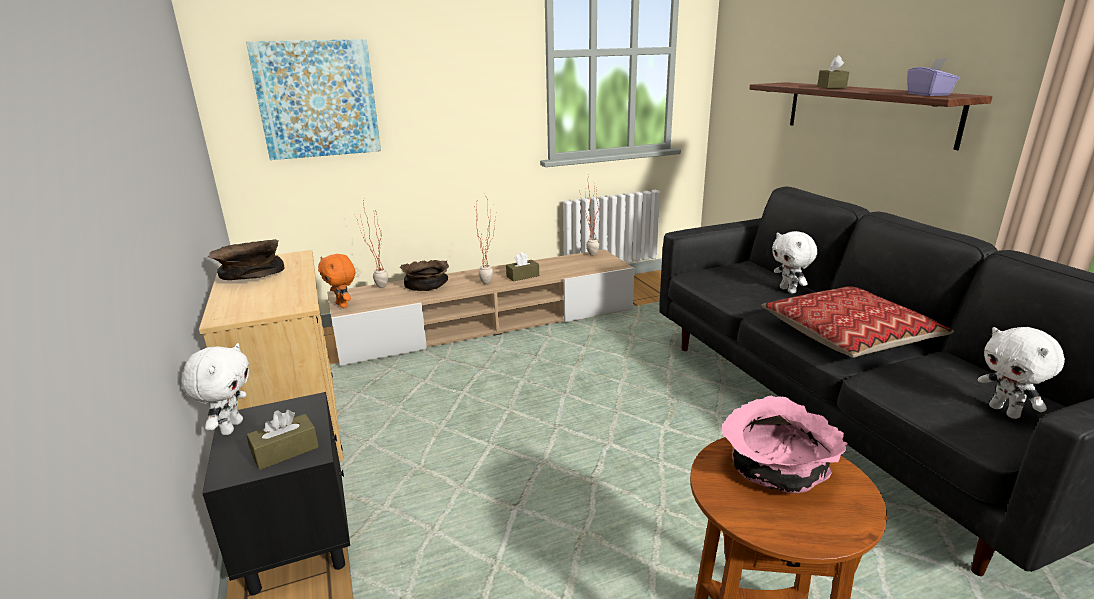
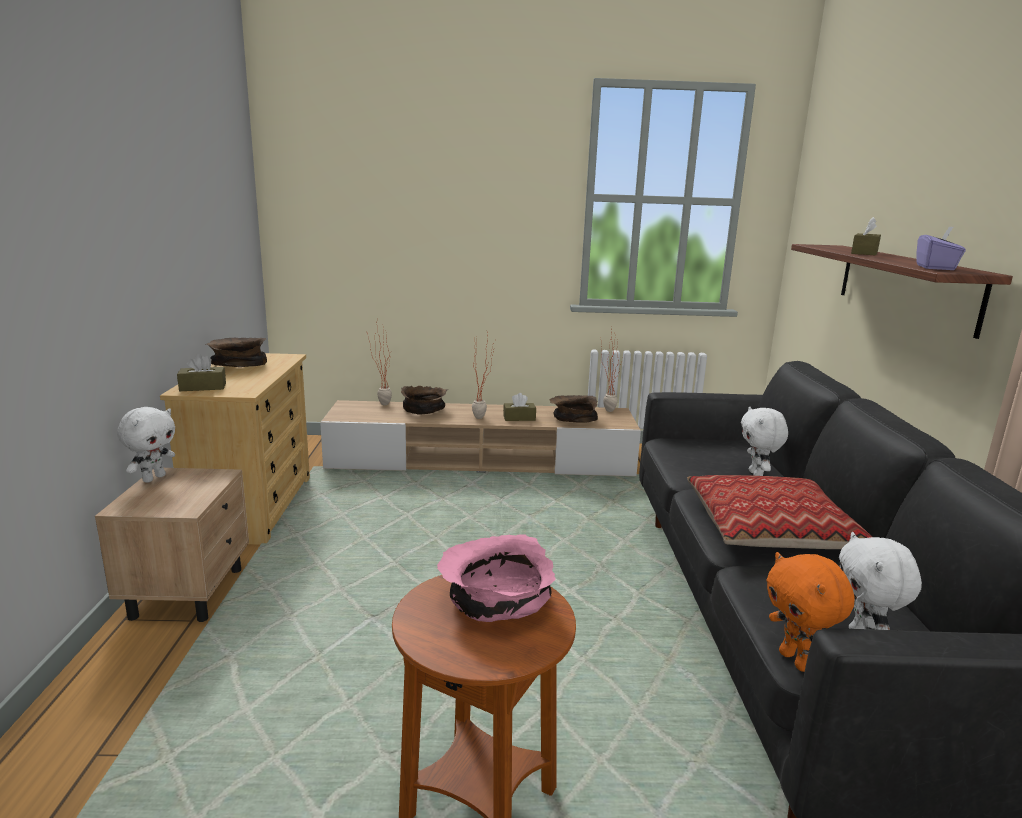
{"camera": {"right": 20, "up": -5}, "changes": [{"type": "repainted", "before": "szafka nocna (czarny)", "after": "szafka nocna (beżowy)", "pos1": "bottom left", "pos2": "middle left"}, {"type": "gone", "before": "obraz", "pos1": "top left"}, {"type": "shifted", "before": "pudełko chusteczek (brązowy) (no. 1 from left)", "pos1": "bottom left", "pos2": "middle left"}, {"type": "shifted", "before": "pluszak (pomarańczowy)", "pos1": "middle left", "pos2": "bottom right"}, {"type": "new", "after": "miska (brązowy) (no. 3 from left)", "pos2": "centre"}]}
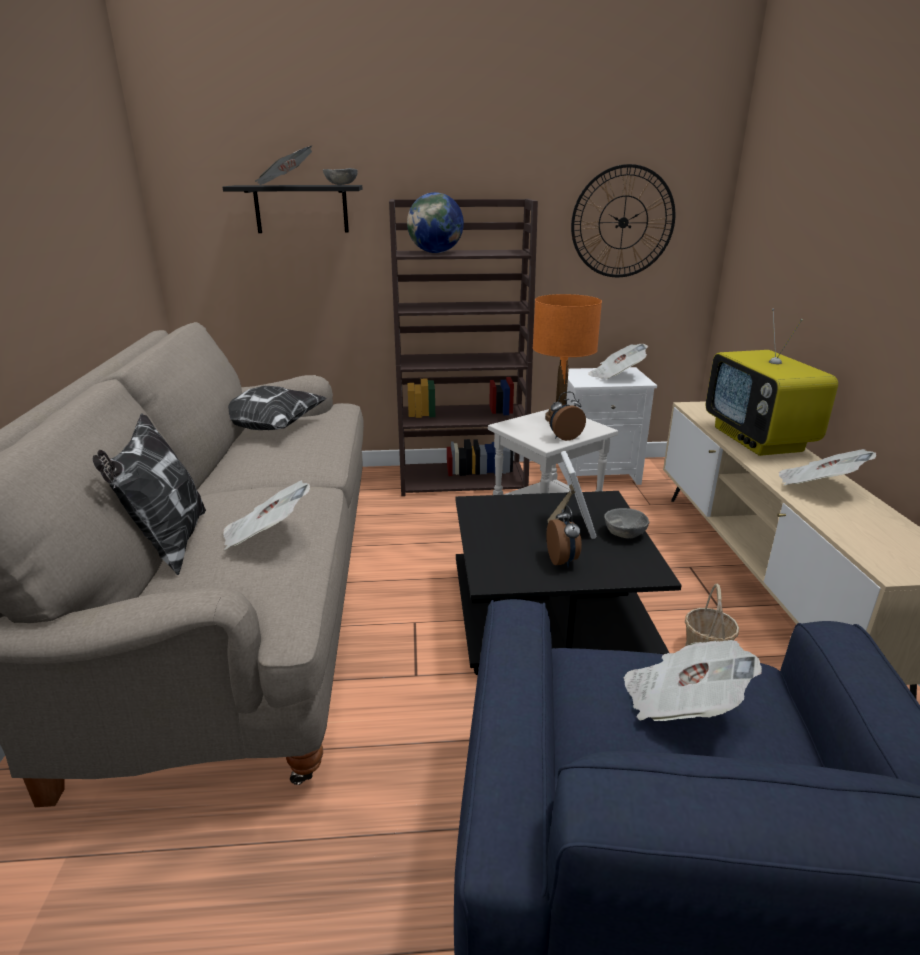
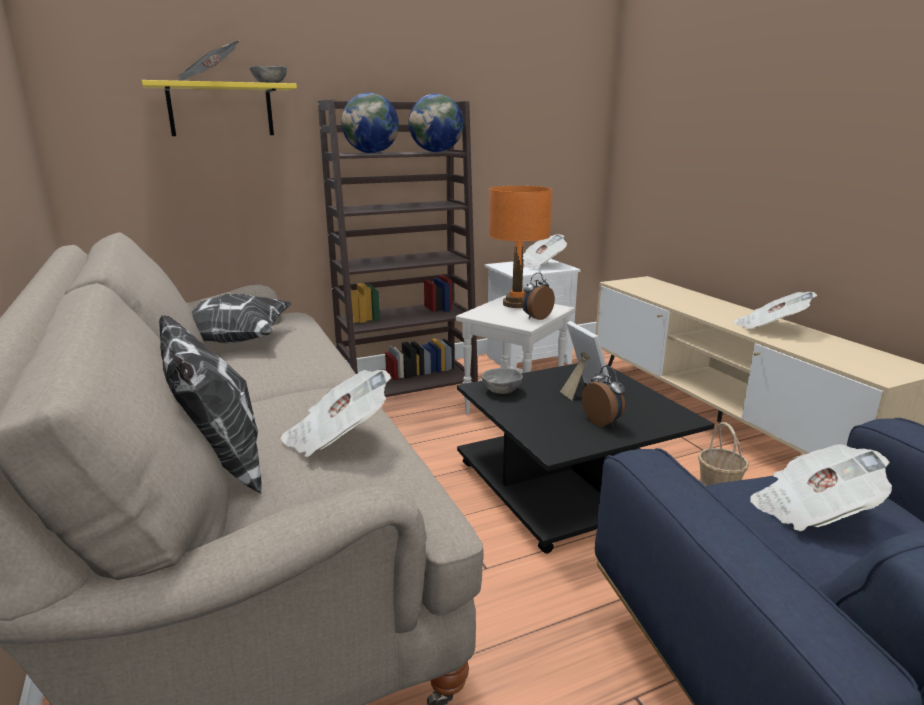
{"camera": {"right": -20, "up": -5}, "changes": [{"type": "repainted", "before": "półka (czarny)", "after": "półka (żółty)", "pos1": "top left", "pos2": "top left"}, {"type": "gone", "before": "zegar ścienny", "pos1": "top right"}, {"type": "shifted", "before": "miska (szary) (no. 2 from left)", "pos1": "middle right", "pos2": "centre"}, {"type": "gone", "before": "telewizor", "pos1": "middle right"}, {"type": "new", "after": "globus (no. 2 from left)", "pos2": "top centre"}]}
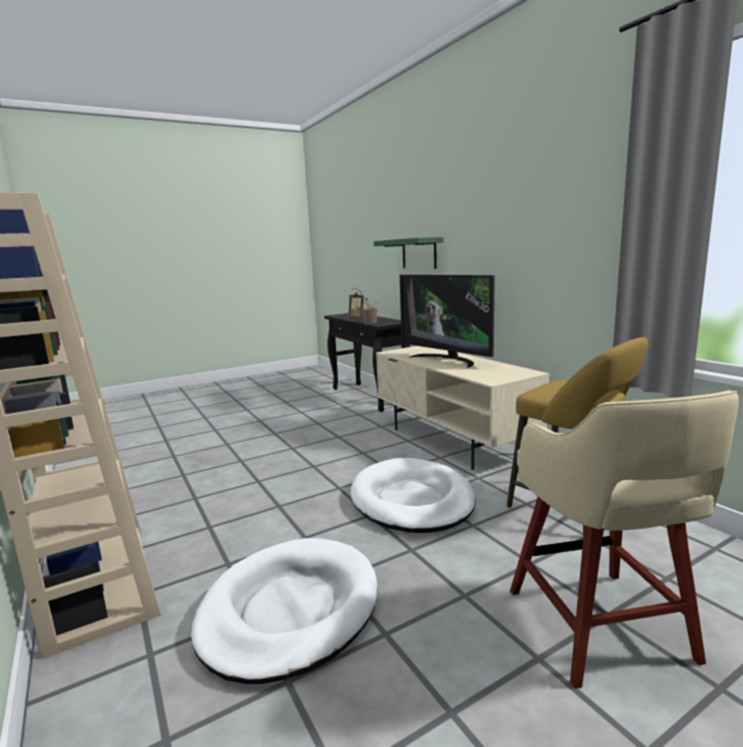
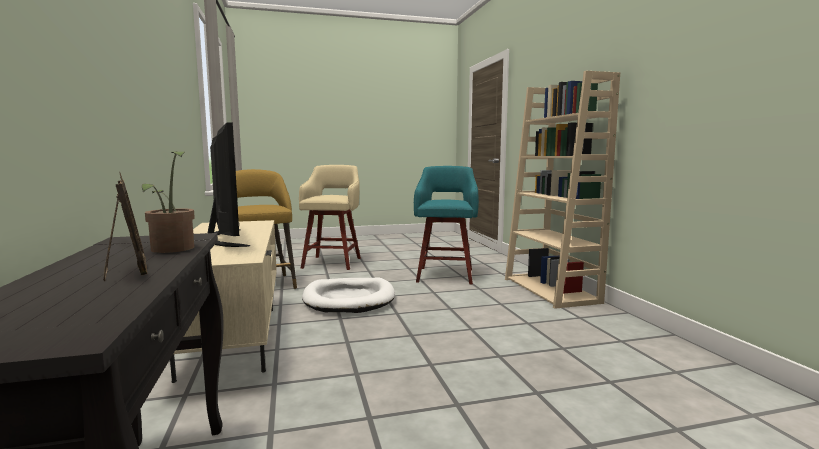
{"camera": {"right": -165, "up": -5}, "changes": [{"type": "swapped", "before": "legowisko (biały) (no. 1 from left)", "after": "stołek (turkusowy)", "pos1": "bottom centre", "pos2": "centre"}, {"type": "gone", "before": "półka (zielony)", "pos1": "centre"}]}
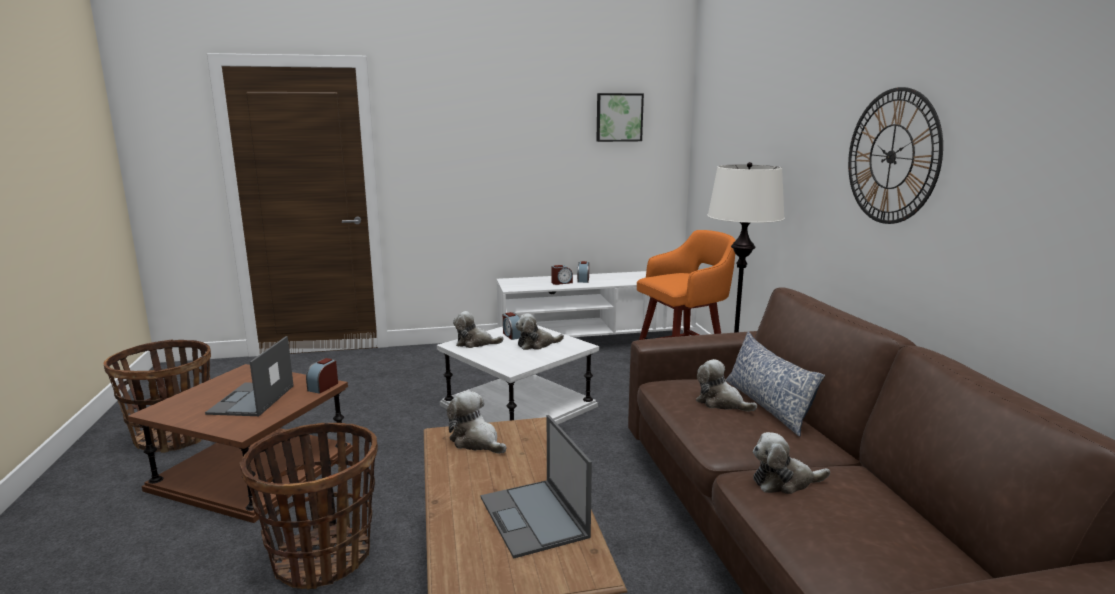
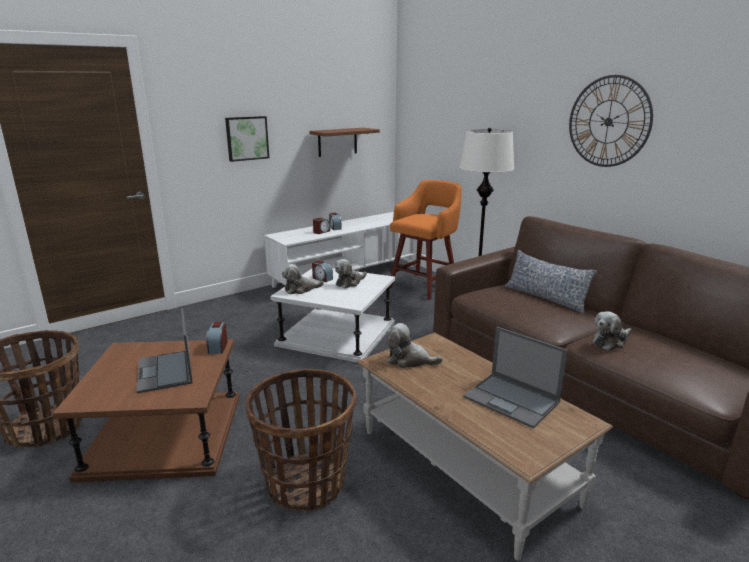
{"camera": {"right": -25, "up": 5}, "changes": [{"type": "shifted", "before": "obraz", "pos1": "top centre", "pos2": "top left"}, {"type": "gone", "before": "pluszak (no. 4 from left)", "pos1": "centre"}, {"type": "new", "after": "półka (brązowy)", "pos2": "top centre"}]}
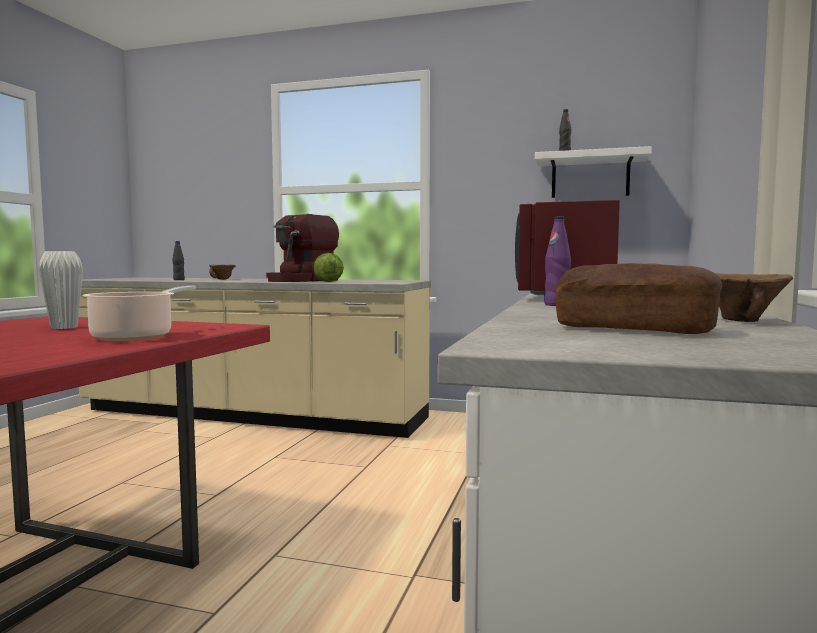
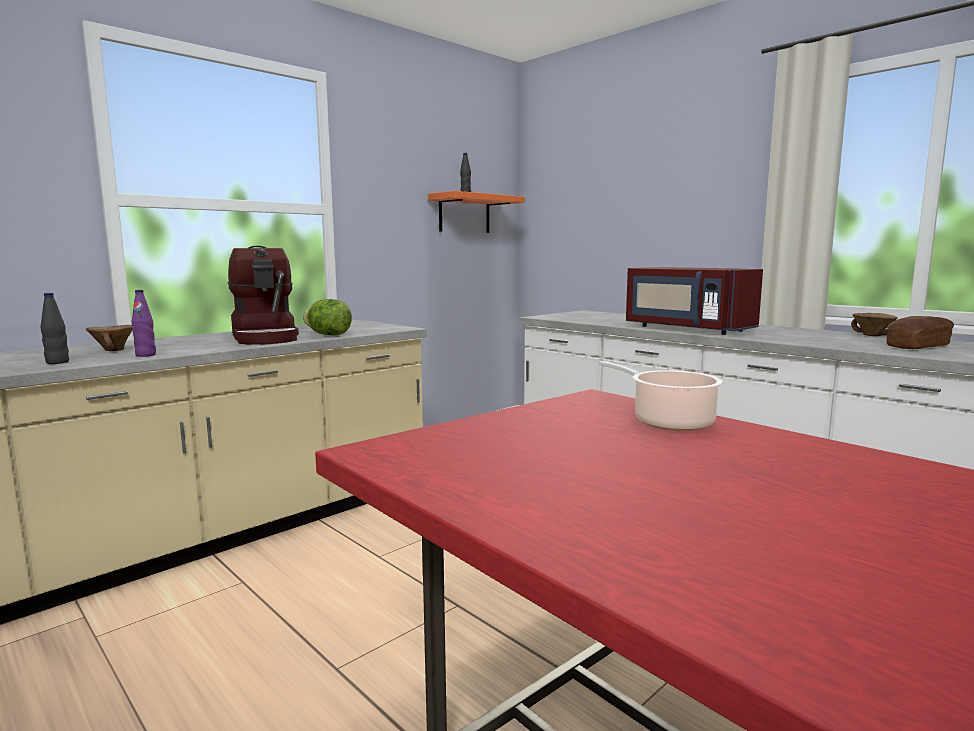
{"camera": {"right": -60, "up": 5}, "changes": [{"type": "gone", "before": "wazon (biały)", "pos1": "middle left"}, {"type": "repainted", "before": "półka (biały)", "after": "półka (pomarańczowy)", "pos1": "top right", "pos2": "top centre"}, {"type": "shifted", "before": "butelka (fioletowy)", "pos1": "middle right", "pos2": "middle left"}]}
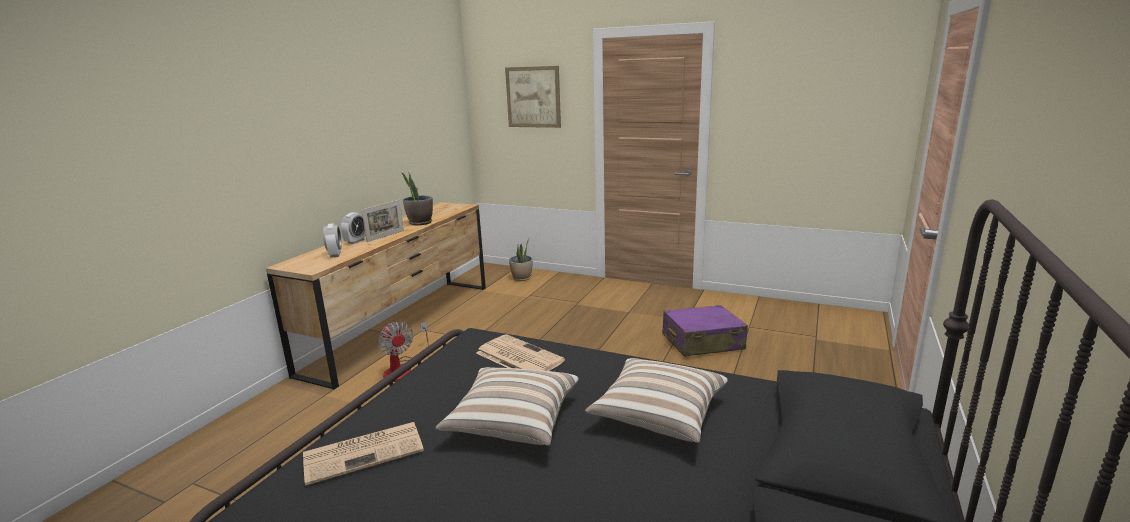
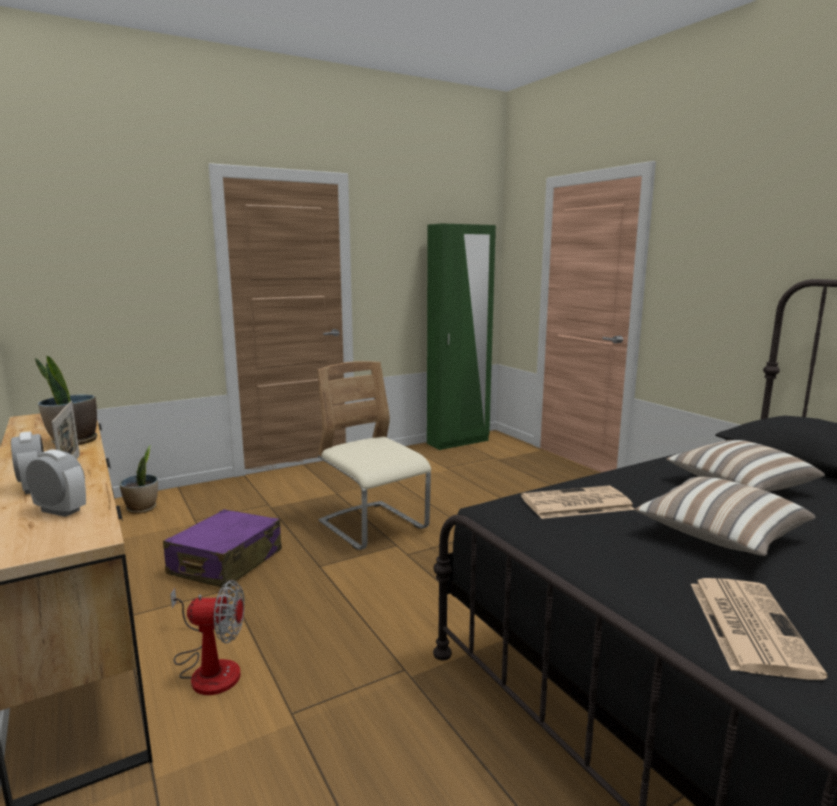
{"camera": {"right": -55, "up": -5}, "changes": [{"type": "gone", "before": "obraz", "pos1": "top centre"}, {"type": "shifted", "before": "walizka (fioletowy)", "pos1": "centre", "pos2": "bottom left"}, {"type": "new", "after": "krzesło (beżowy)", "pos2": "centre"}, {"type": "new", "after": "szafa (zielony)", "pos2": "centre"}]}
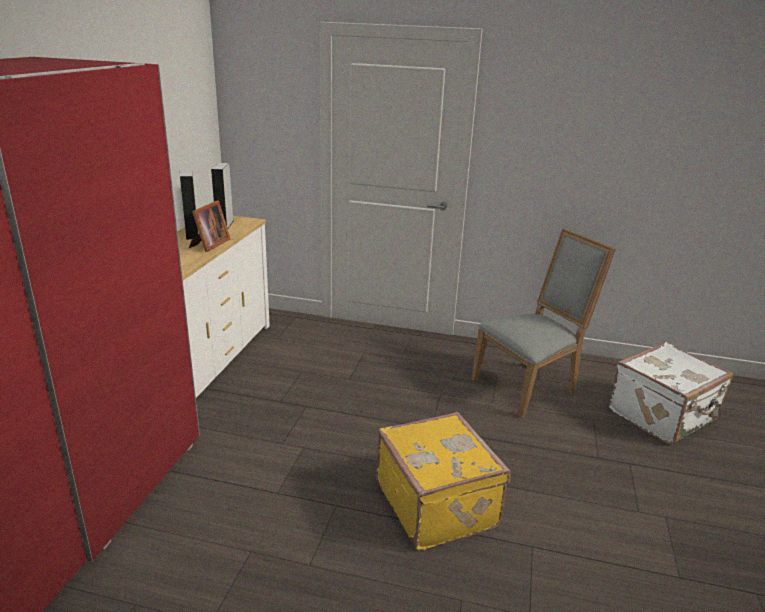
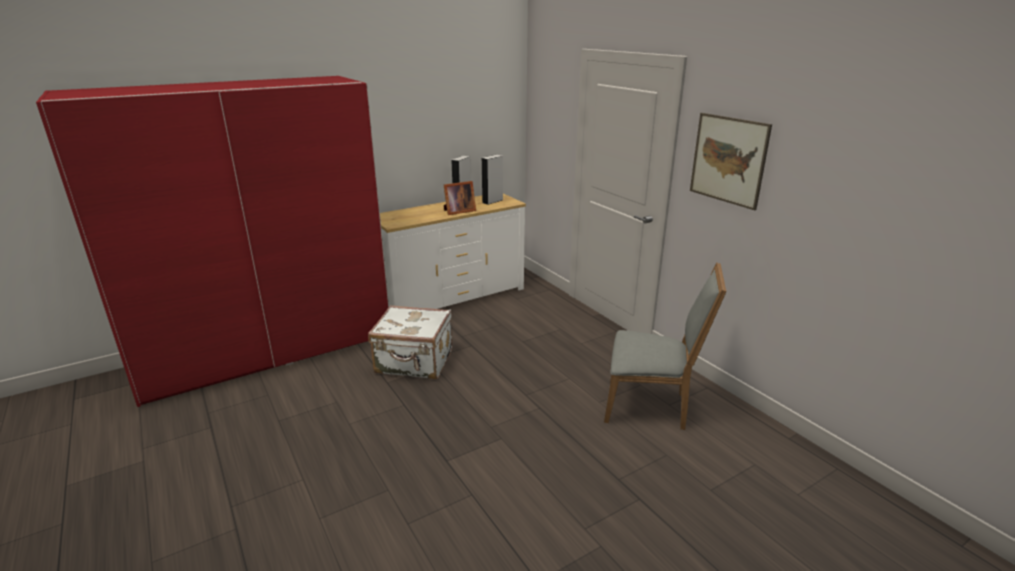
{"camera": {"right": 45, "up": 0}, "changes": [{"type": "gone", "before": "walizka (żółty)", "pos1": "bottom centre"}, {"type": "shifted", "before": "walizka (biały)", "pos1": "middle right", "pos2": "centre"}, {"type": "new", "after": "obraz", "pos2": "top right"}]}
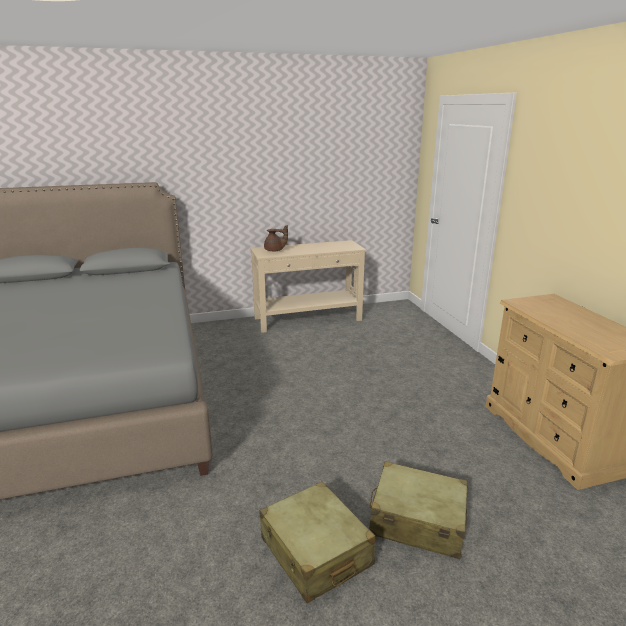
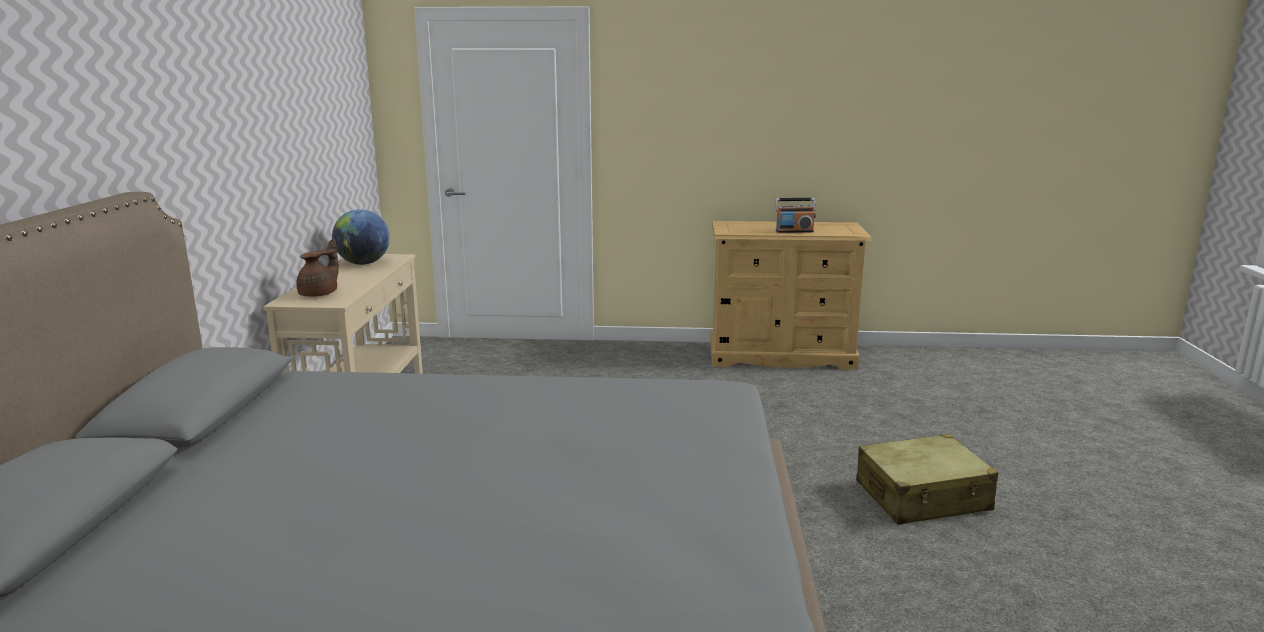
{"camera": {"right": -70, "up": -5}, "changes": [{"type": "gone", "before": "walizka (beżowy) (no. 2 from left)", "pos1": "bottom right"}, {"type": "new", "after": "globus", "pos2": "middle left"}, {"type": "new", "after": "radio", "pos2": "centre"}]}
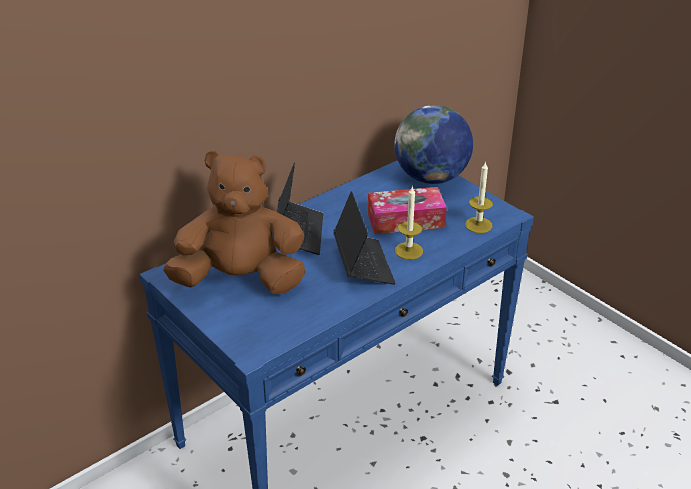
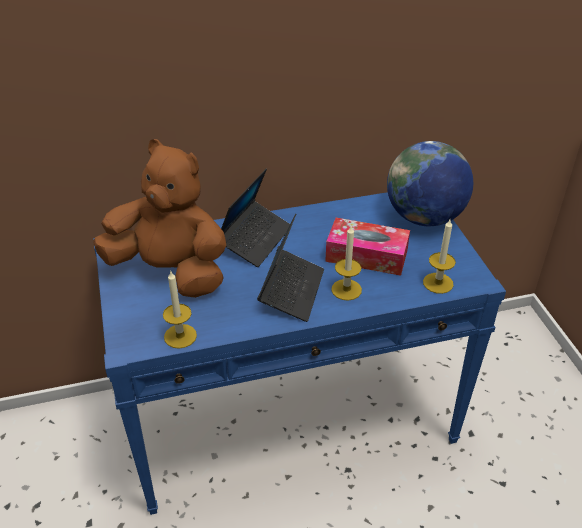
{"camera": {"right": 25, "up": 5}, "changes": [{"type": "new", "after": "świeca (no. 1 from left)", "pos2": "middle left"}]}
